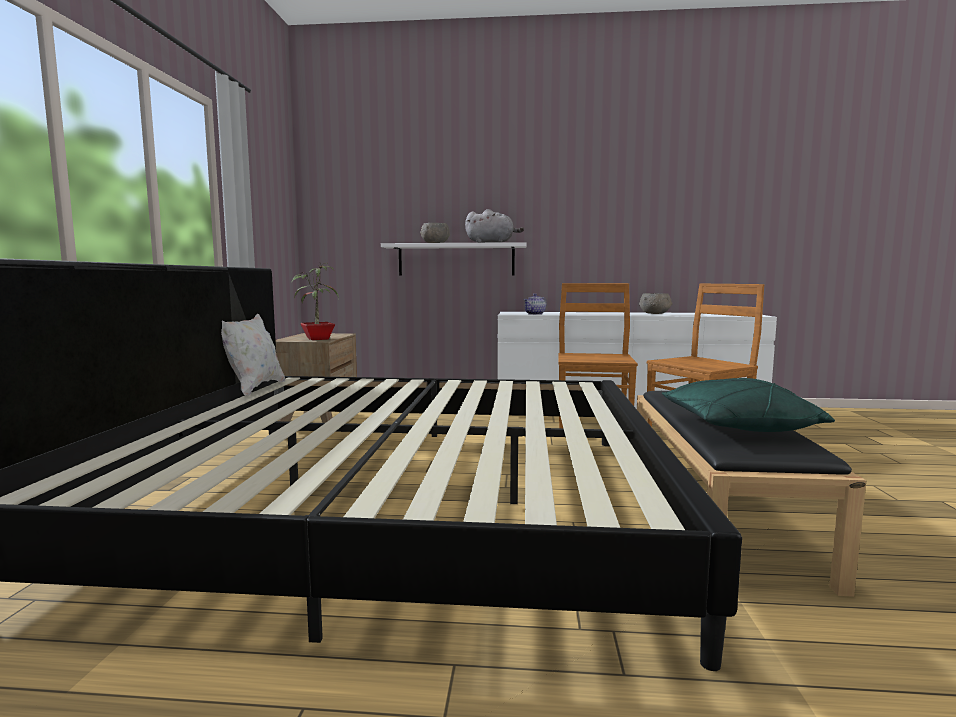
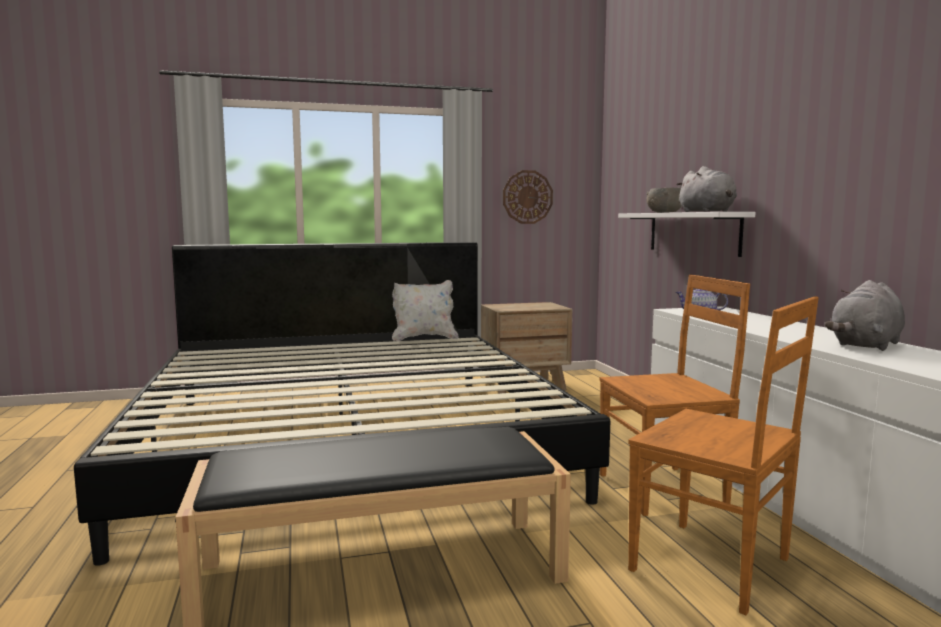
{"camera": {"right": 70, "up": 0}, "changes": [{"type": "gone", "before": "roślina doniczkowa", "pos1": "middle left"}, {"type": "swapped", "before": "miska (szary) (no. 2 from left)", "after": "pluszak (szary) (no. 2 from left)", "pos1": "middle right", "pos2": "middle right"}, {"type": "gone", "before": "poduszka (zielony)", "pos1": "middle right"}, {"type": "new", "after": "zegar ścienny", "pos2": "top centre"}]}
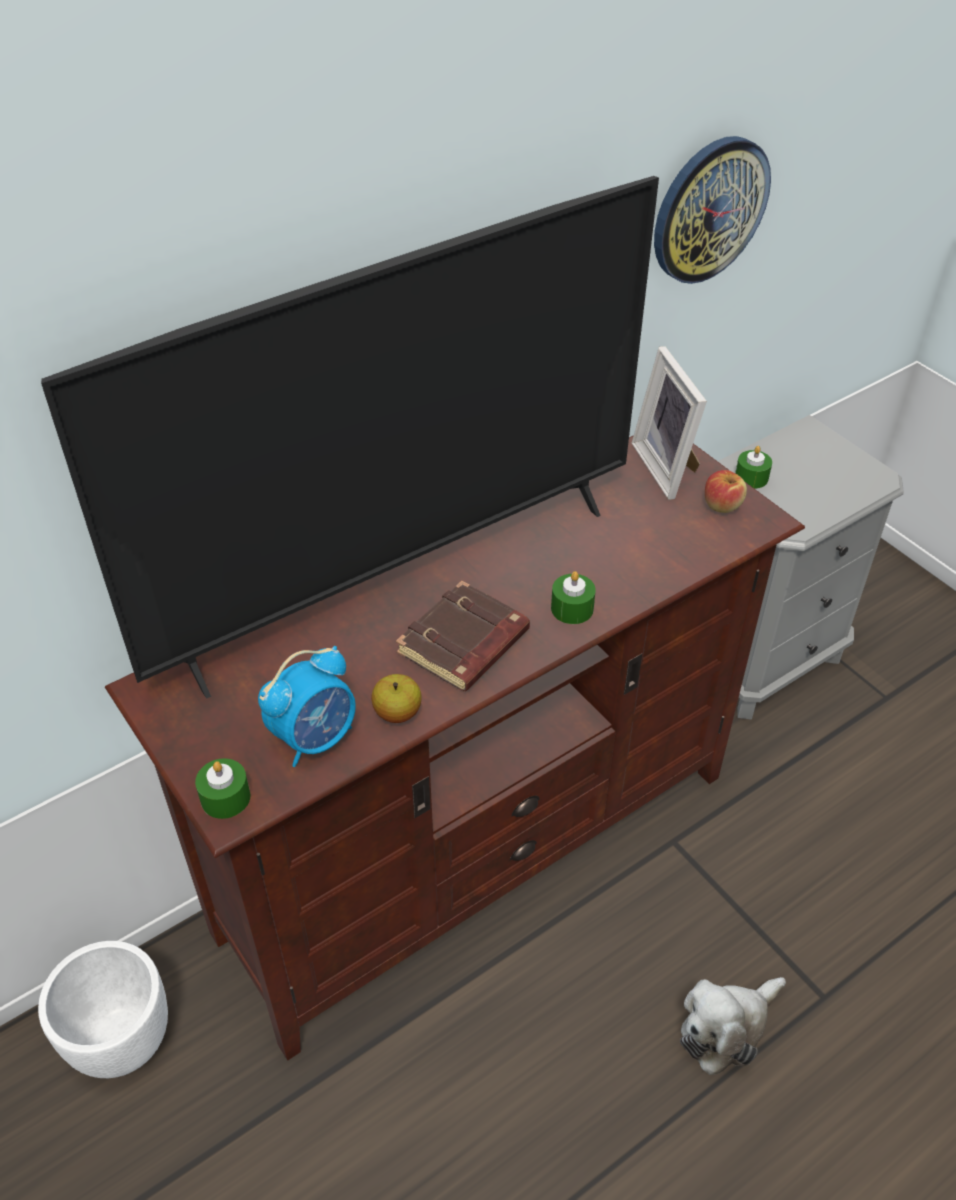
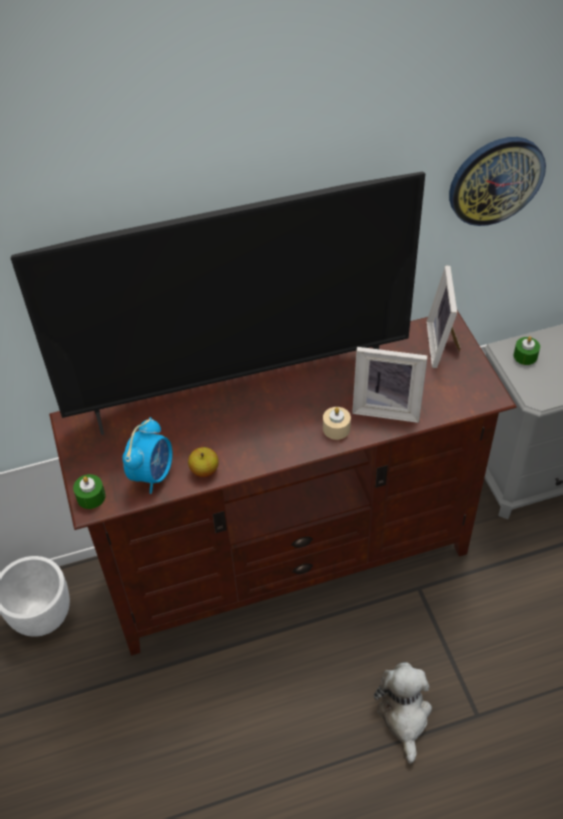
{"camera": {"right": 20, "up": 5}, "changes": [{"type": "rotated", "before": "budzik", "pos1": "middle left", "pos2": "middle left", "turn": -45}, {"type": "gone", "before": "książka (brązowy)", "pos1": "centre"}, {"type": "repainted", "before": "świeca (zielony) (no. 2 from left)", "after": "świeca (beżowy)", "pos1": "centre", "pos2": "centre"}, {"type": "rotated", "before": "pluszak", "pos1": "bottom right", "pos2": "bottom right", "turn": 105}, {"type": "gone", "before": "jabłko (no. 2 from left)", "pos1": "middle right"}, {"type": "new", "after": "ramka na zdjęcie (no. 1 from left)", "pos2": "middle right"}]}
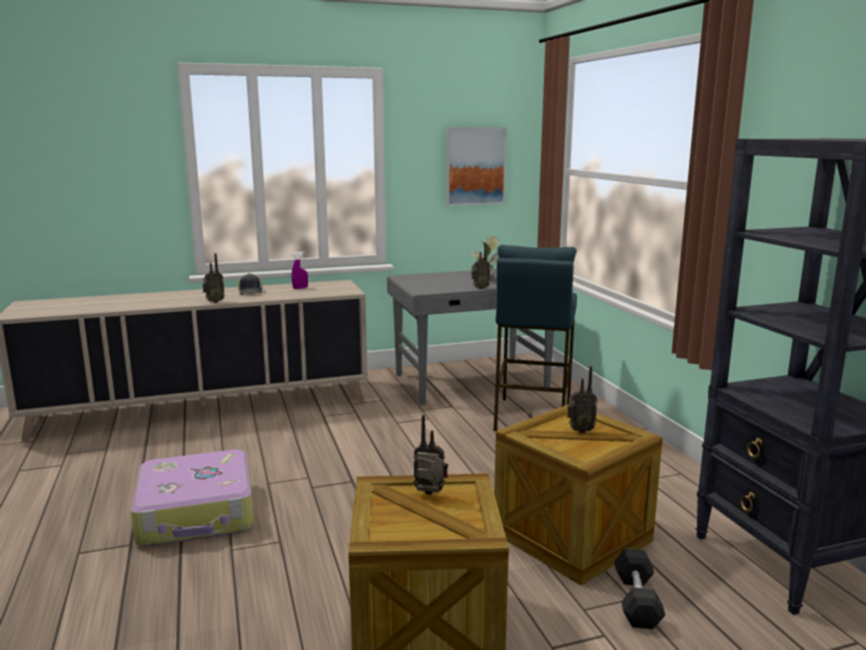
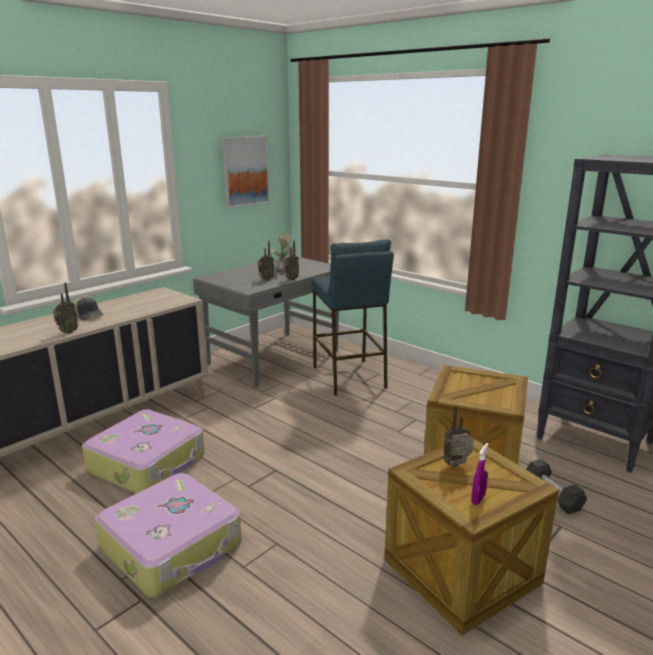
{"camera": {"right": -30, "up": 5}, "changes": [{"type": "shifted", "before": "spryskiwacz (fioletowy)", "pos1": "centre", "pos2": "bottom right"}, {"type": "shifted", "before": "radio (no. 4 from left in the first image)", "after": "radio (no. 2 from left)", "pos1": "middle right", "pos2": "centre"}, {"type": "new", "after": "walizka (no. 1 from left)", "pos2": "bottom left"}]}
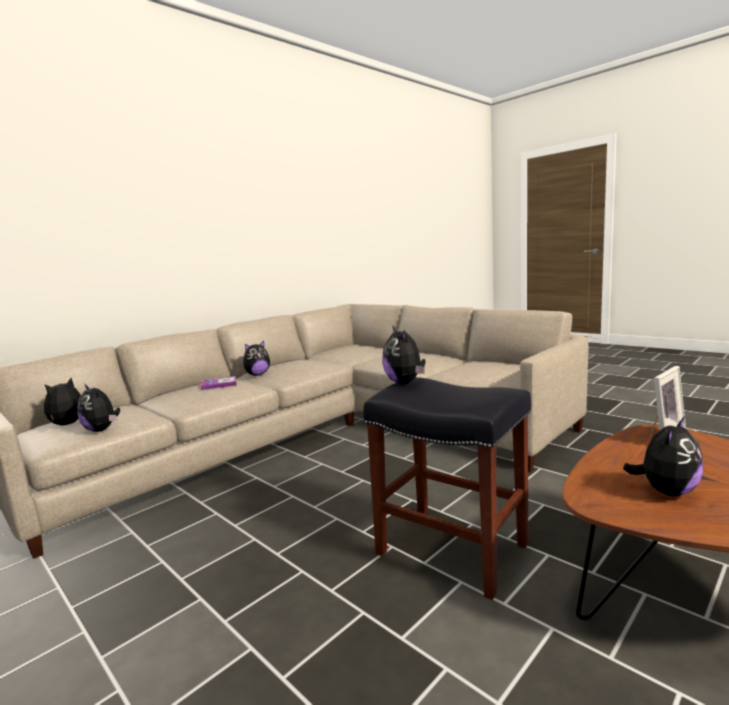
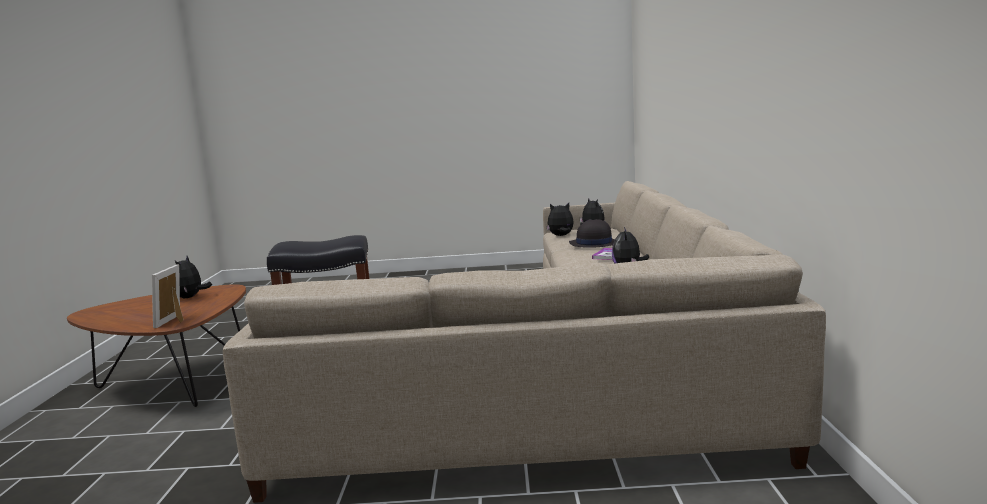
{"camera": {"right": 135, "up": 0}, "changes": [{"type": "gone", "before": "pluszak (no. 4 from left)", "pos1": "centre"}, {"type": "new", "after": "kapelusz (czarny)", "pos2": "centre"}]}
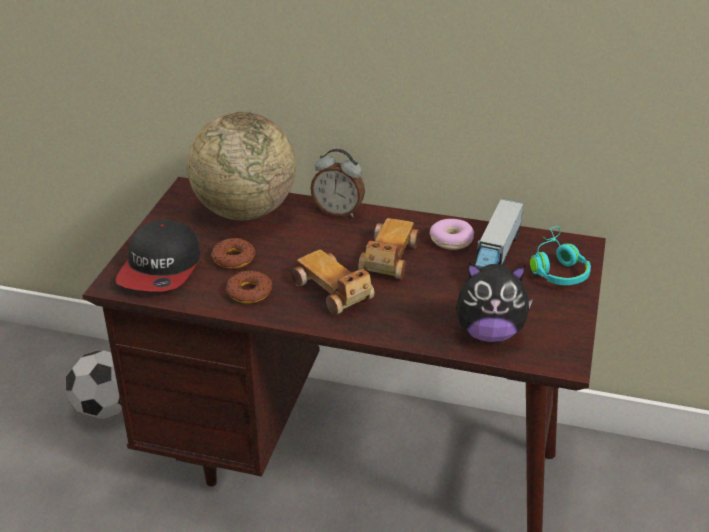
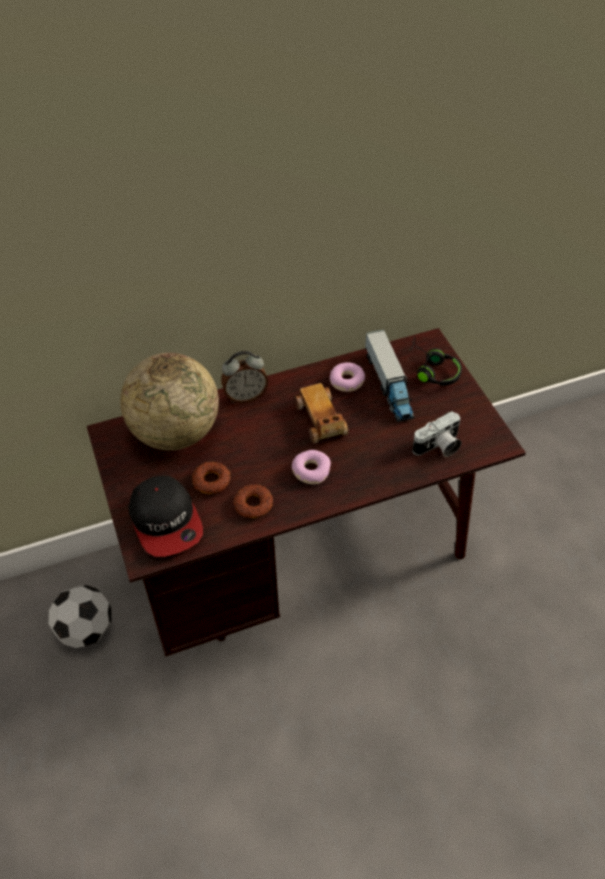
{"camera": {"right": -35, "up": 15}, "changes": [{"type": "swapped", "before": "samochodzik (no. 1 from left)", "after": "donut (no. 3 from left)", "pos1": "centre", "pos2": "centre"}, {"type": "swapped", "before": "pluszak", "after": "aparat fotograficzny", "pos1": "middle right", "pos2": "middle right"}, {"type": "repainted", "before": "słuchawki (turkusowy)", "after": "słuchawki (czarny)", "pos1": "middle right", "pos2": "middle right"}]}
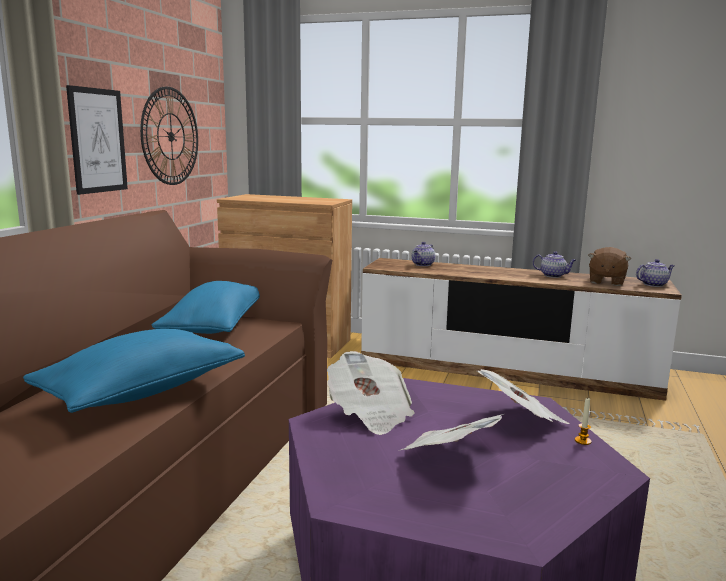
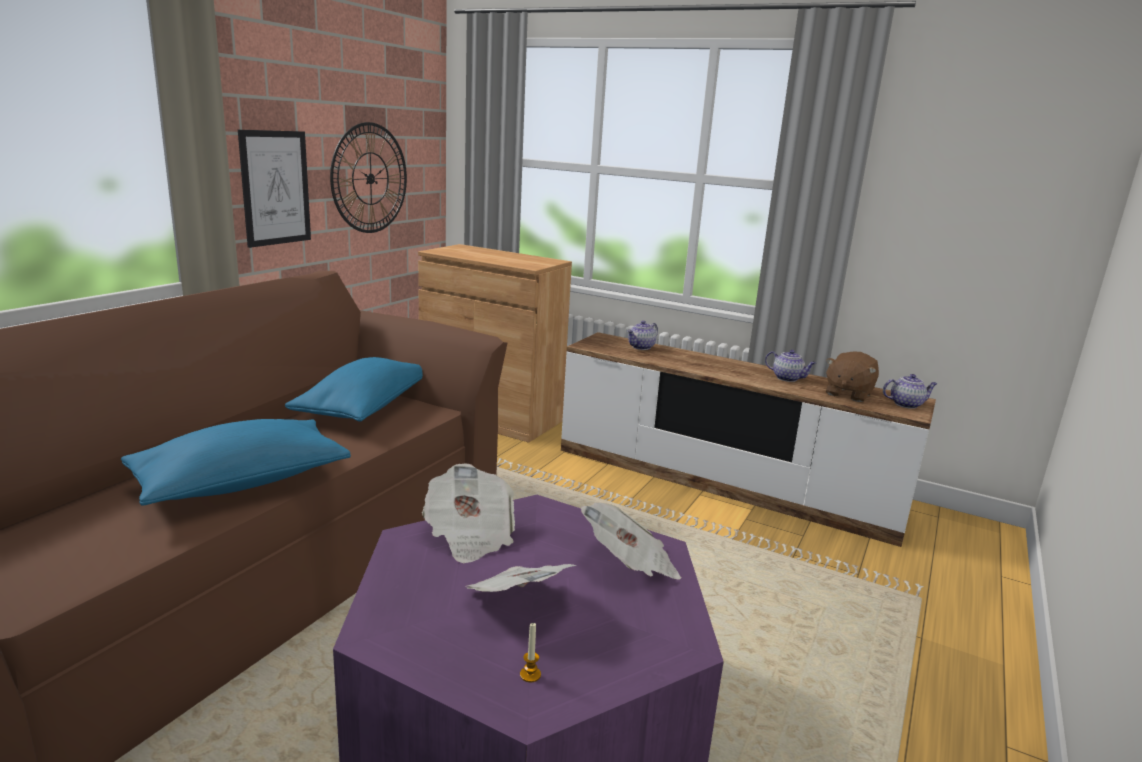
{"camera": {"right": 10, "up": 5}, "changes": [{"type": "shifted", "before": "świeca", "pos1": "bottom right", "pos2": "bottom centre"}]}
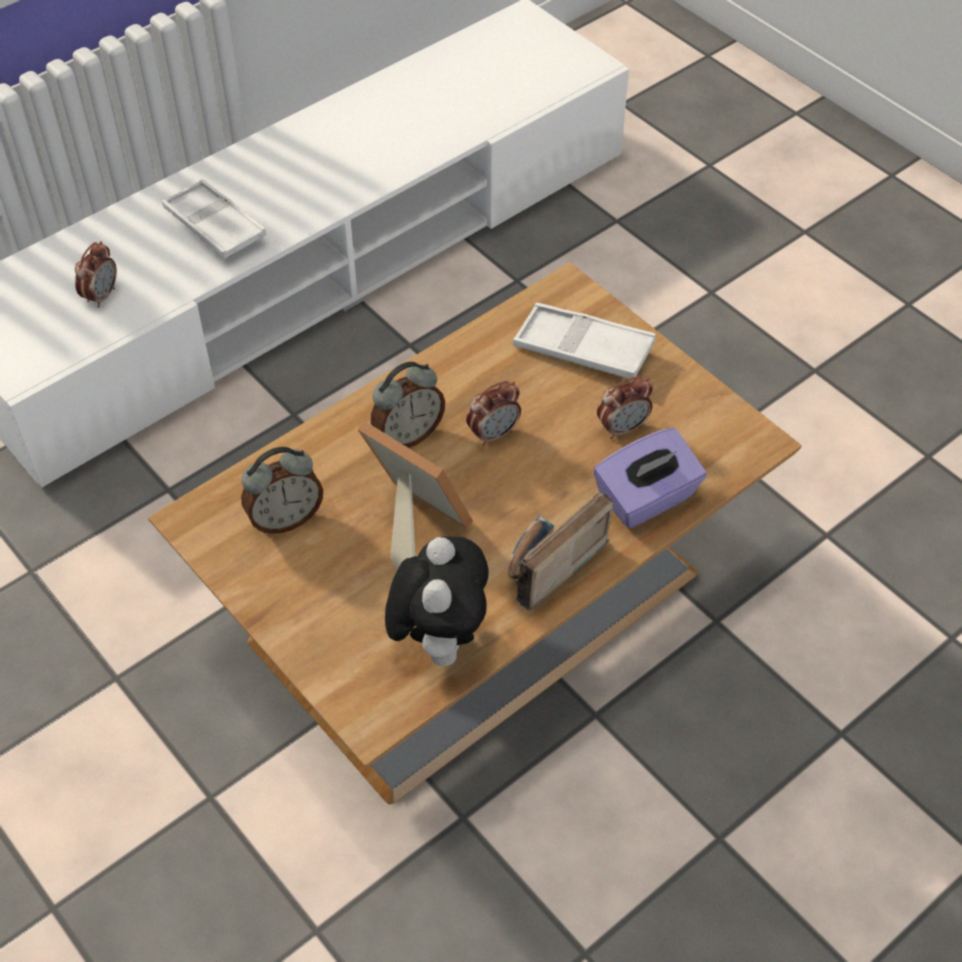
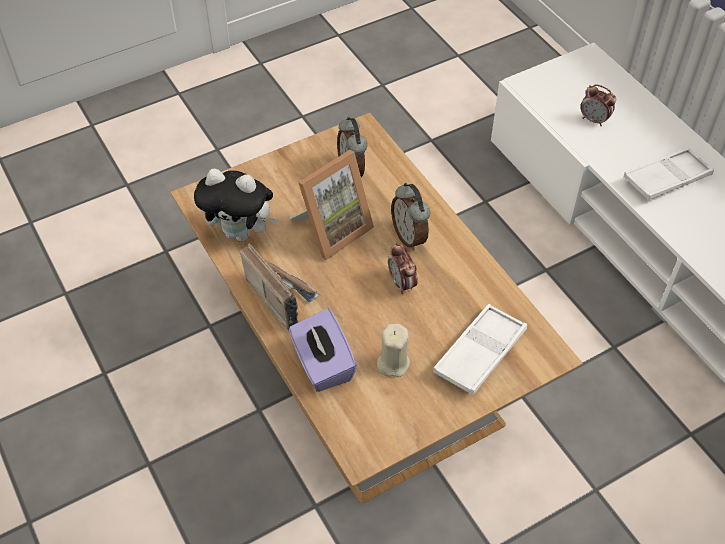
{"camera": {"right": 100, "up": 0}, "changes": [{"type": "swapped", "before": "budzik (no. 5 from left)", "after": "świeca (beżowy)", "pos1": "centre", "pos2": "centre"}]}
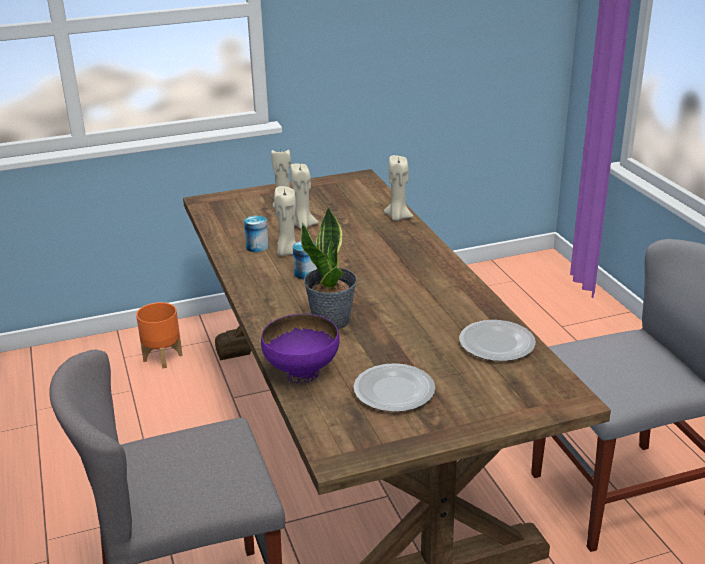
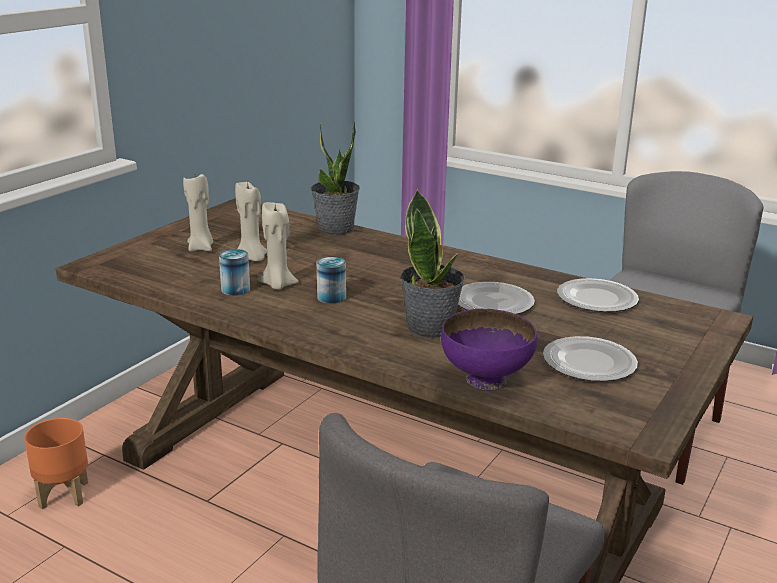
{"camera": {"right": -40, "up": -5}, "changes": [{"type": "swapped", "before": "świeca (beżowy) (no. 4 from left)", "after": "roślina doniczkowa (no. 1 from left)", "pos1": "centre", "pos2": "top centre"}, {"type": "new", "after": "talerz (no. 1 from left)", "pos2": "centre"}]}
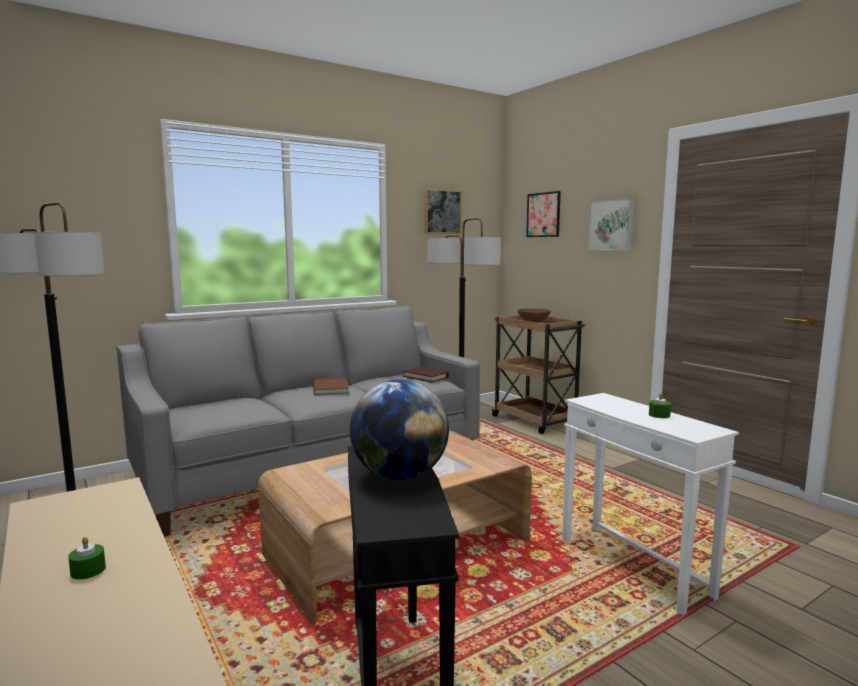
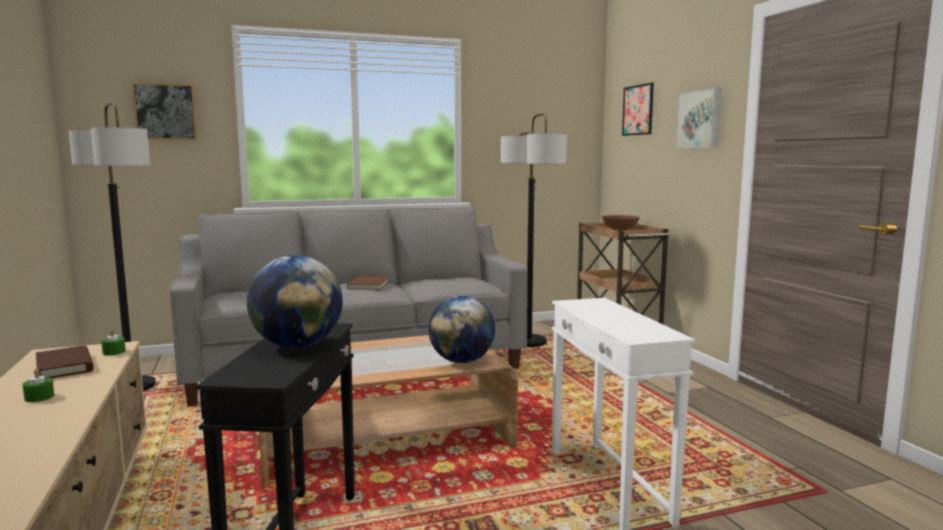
{"camera": {"right": 15, "up": 0}, "changes": [{"type": "shifted", "before": "książka (brązowy) (no. 2 from left in the first image)", "after": "książka (brązowy) (no. 1 from left)", "pos1": "centre", "pos2": "bottom left"}, {"type": "shifted", "before": "obraz (no. 1 from left)", "pos1": "top centre", "pos2": "top left"}, {"type": "shifted", "before": "świeca (zielony) (no. 2 from left)", "pos1": "middle right", "pos2": "middle left"}, {"type": "new", "after": "globus (no. 2 from left)", "pos2": "centre"}]}
